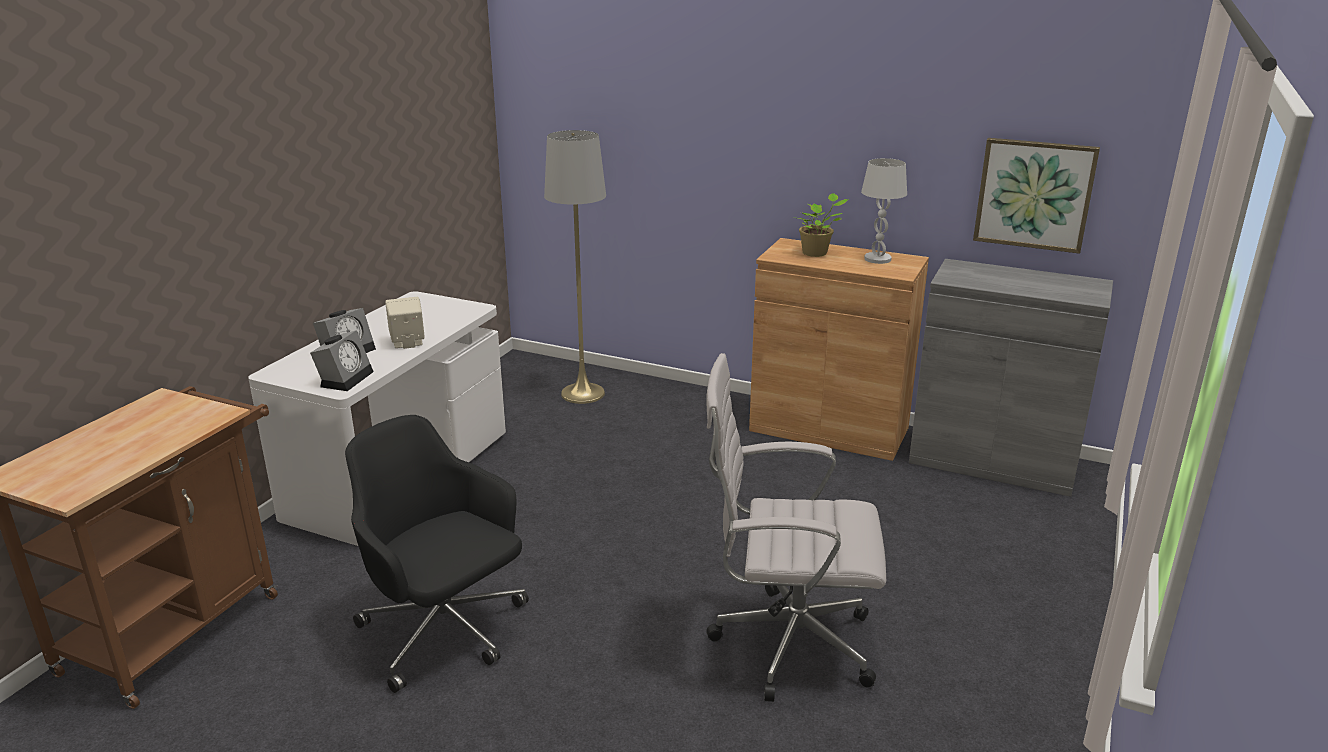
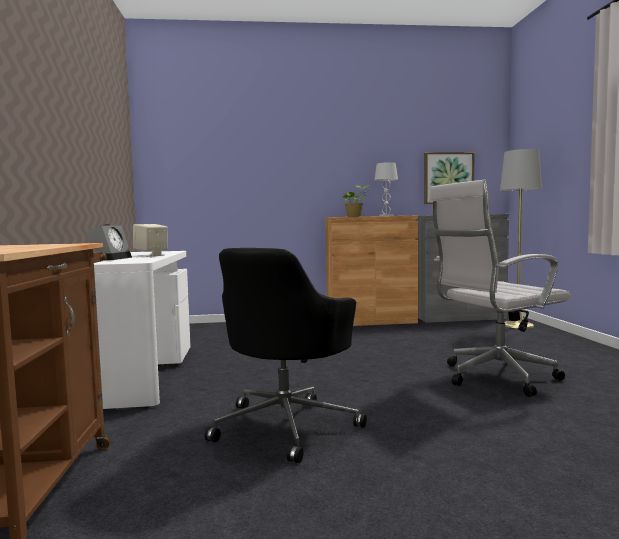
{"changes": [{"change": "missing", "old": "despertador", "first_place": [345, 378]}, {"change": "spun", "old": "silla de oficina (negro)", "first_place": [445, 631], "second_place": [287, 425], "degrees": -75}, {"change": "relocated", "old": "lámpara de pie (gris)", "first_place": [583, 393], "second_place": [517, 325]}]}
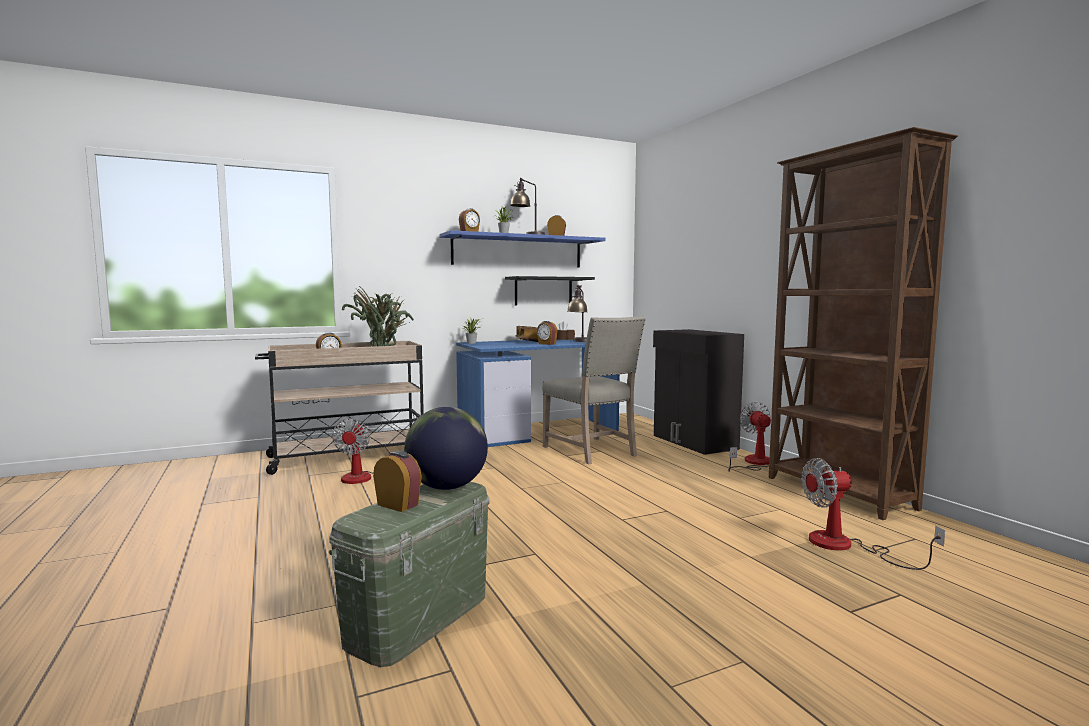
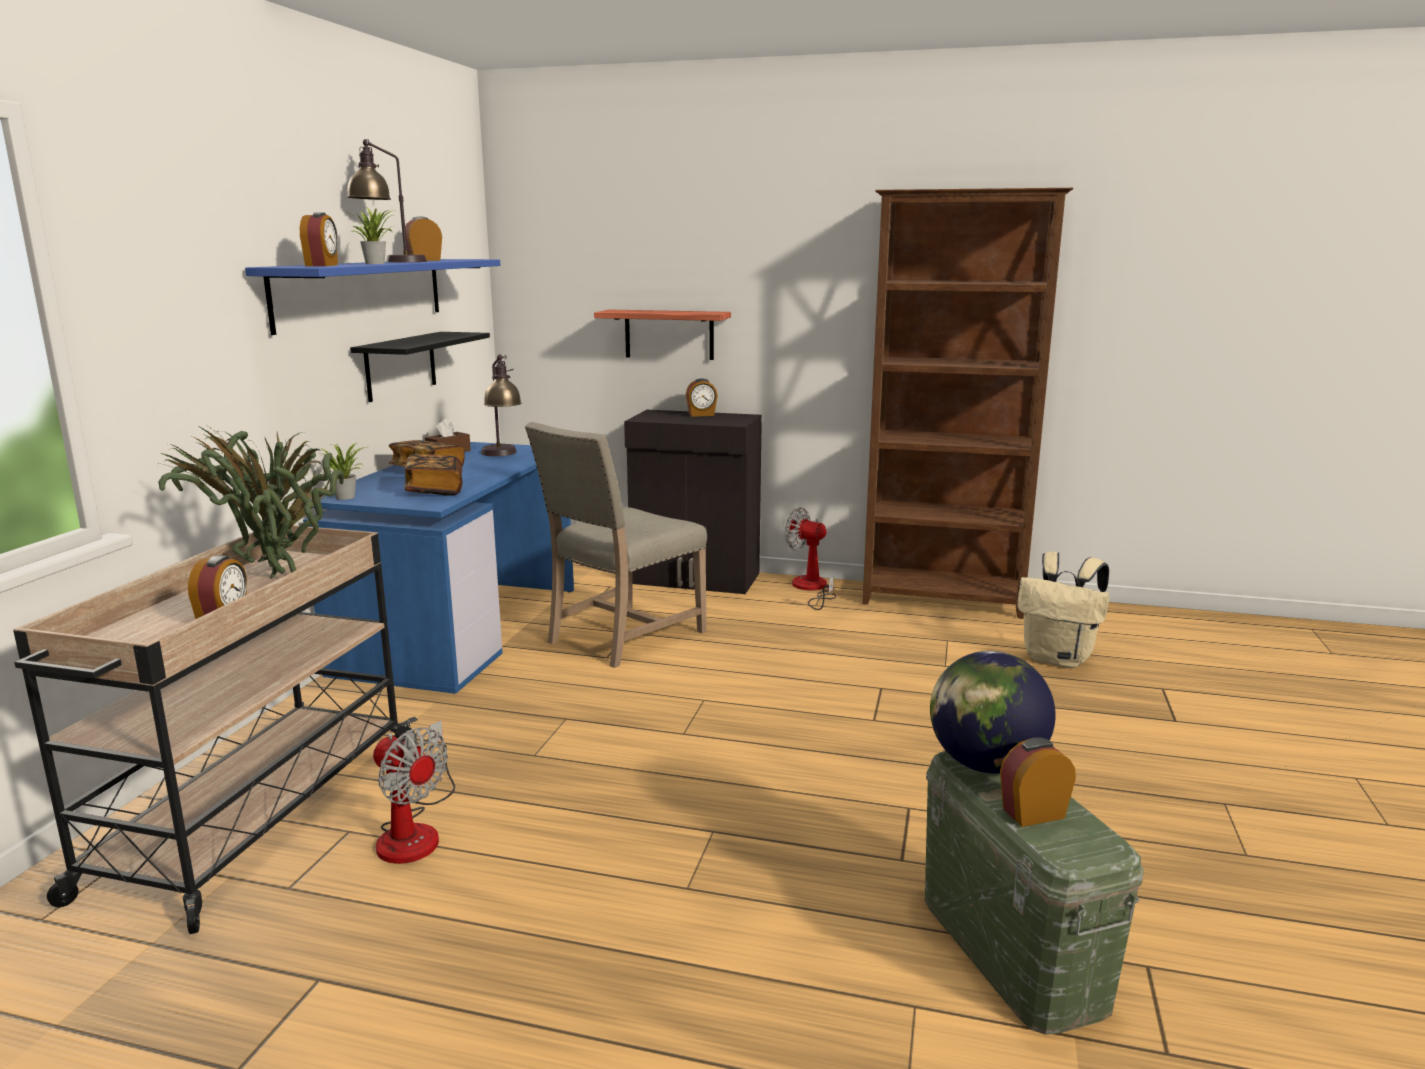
{"changes": [{"change": "relocated", "old": "despertador", "first_place": [546, 344], "second_place": [701, 415]}, {"change": "spun", "old": "silla (beis)", "first_place": [592, 451], "second_place": [621, 637], "degrees": 120}, {"change": "exchanged", "old": "ventilador", "new": "mochila (beis)", "first_place": [846, 546], "second_place": [1059, 659]}, {"change": "appeared", "new": "libro", "second_place": [435, 490]}, {"change": "appeared", "new": "estante", "second_place": [669, 334]}]}
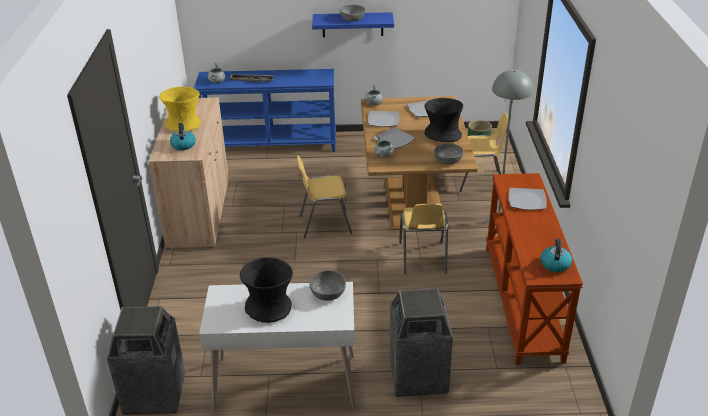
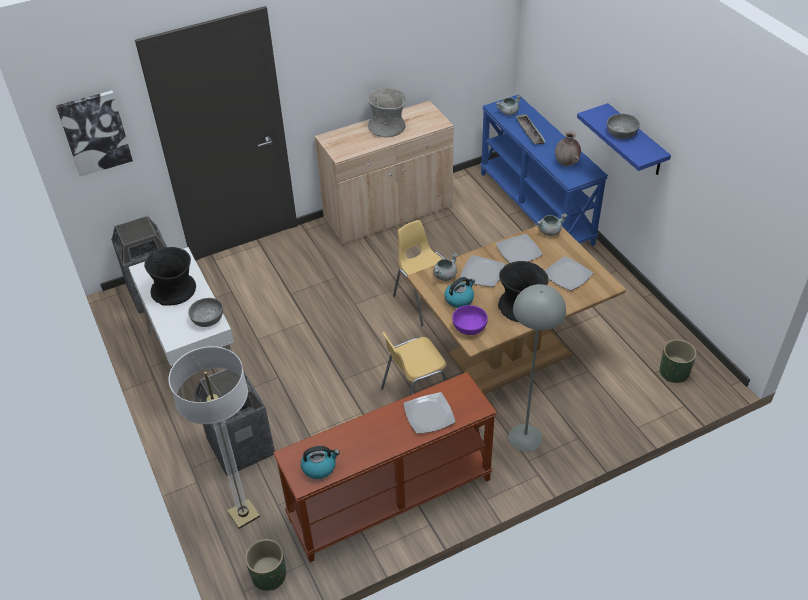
{"changes": [{"change": "colour", "old": "florero (amarillo)", "new": "florero (gris)", "first_place": [184, 124], "second_place": [388, 127]}, {"change": "relocated", "old": "hervidor", "first_place": [183, 145], "second_place": [459, 299]}, {"change": "colour", "old": "cuenco (gris)", "new": "cuenco (morado)", "first_place": [447, 160], "second_place": [469, 326]}, {"change": "missing", "old": "silla (amarillo)", "first_place": [479, 181]}, {"change": "appeared", "new": "cuadro", "second_place": [95, 133]}, {"change": "appeared", "new": "lámpara de pie", "second_place": [244, 514]}, {"change": "appeared", "new": "maceta (verde)", "second_place": [269, 575]}, {"change": "appeared", "new": "florero (marrón)", "second_place": [566, 164]}]}
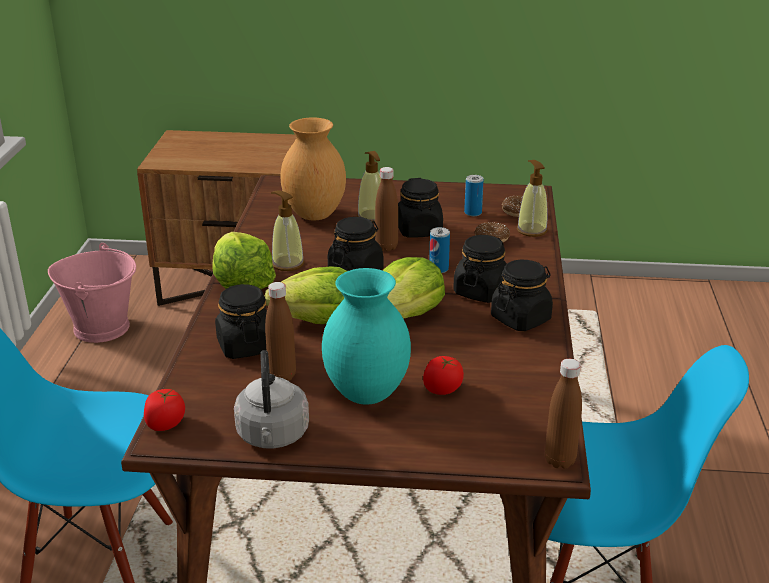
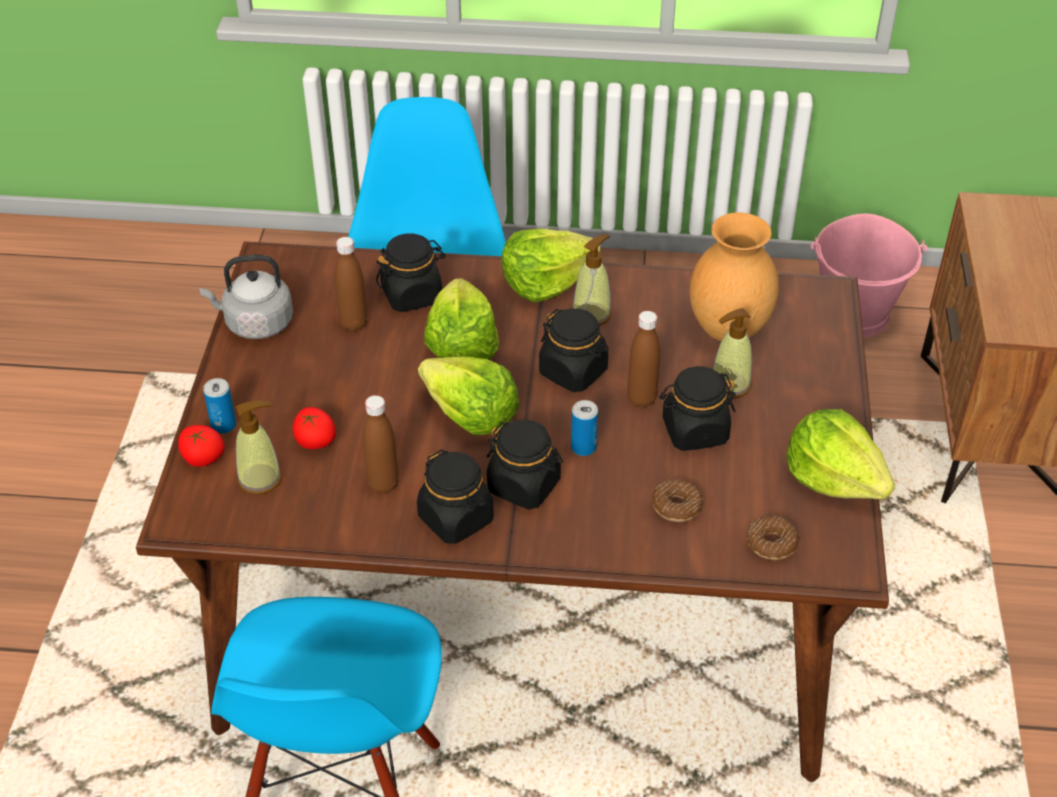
{"changes": [{"change": "relocated", "old": "tomate", "first_place": [165, 424], "second_place": [202, 458]}, {"change": "missing", "old": "florero (turquesa)", "first_place": [367, 395]}, {"change": "relocated", "old": "lata", "first_place": [473, 213], "second_place": [223, 425]}, {"change": "relocated", "old": "dispensador de jabón", "first_place": [531, 230], "second_place": [260, 479]}, {"change": "relocated", "old": "botella (marrón)", "first_place": [559, 460], "second_place": [383, 484]}, {"change": "appeared", "new": "lechuga", "second_place": [834, 477]}]}
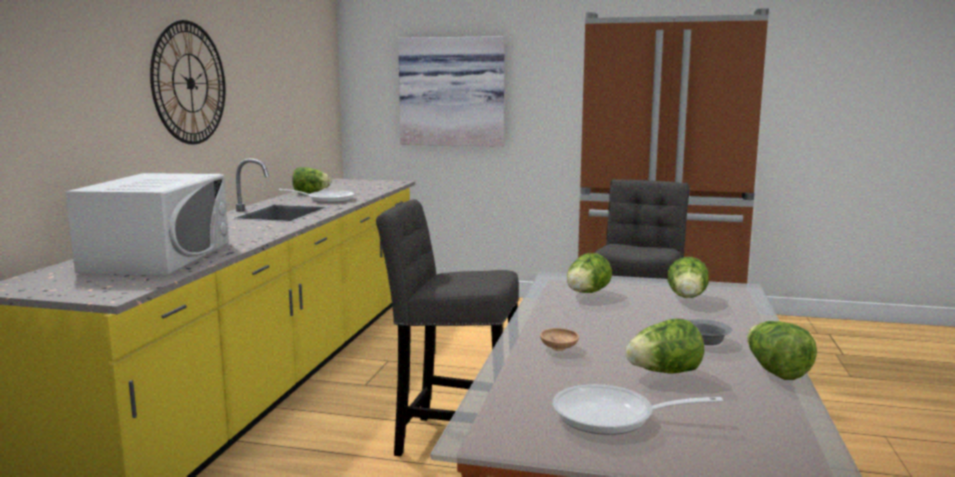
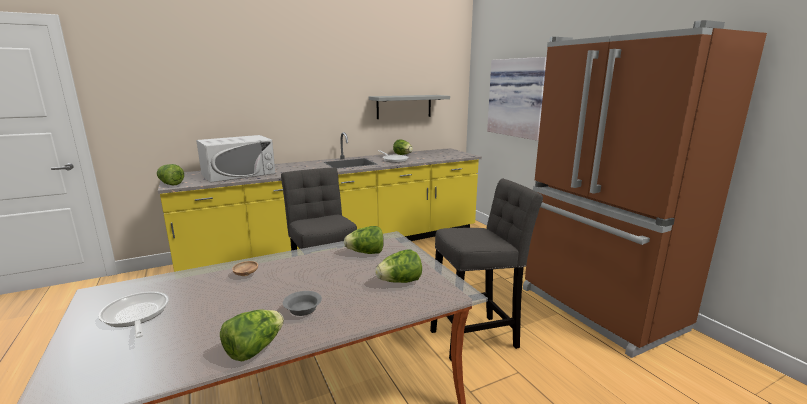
{"changes": [{"change": "missing", "old": "reloj de pared", "first_place": [190, 83]}, {"change": "relocated", "old": "lechuga", "first_place": [664, 372], "second_place": [170, 184]}, {"change": "appeared", "new": "estante (gris)", "second_place": [404, 106]}]}
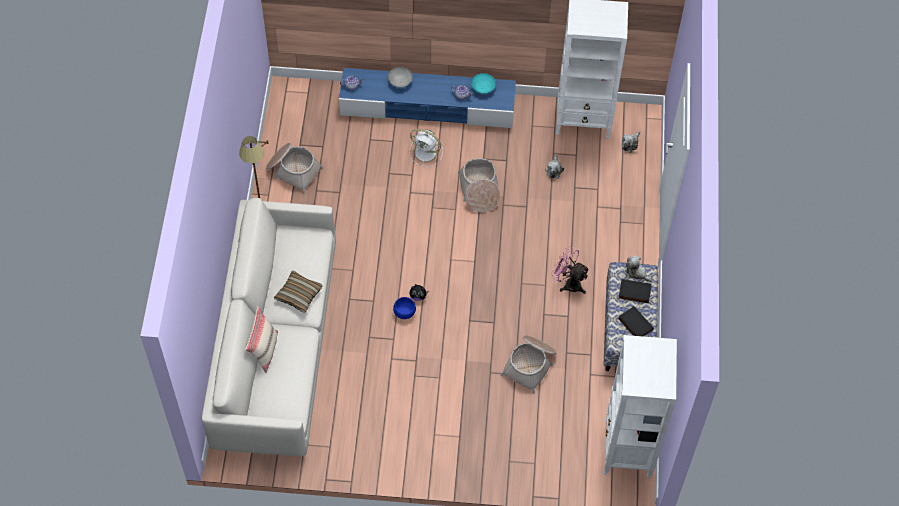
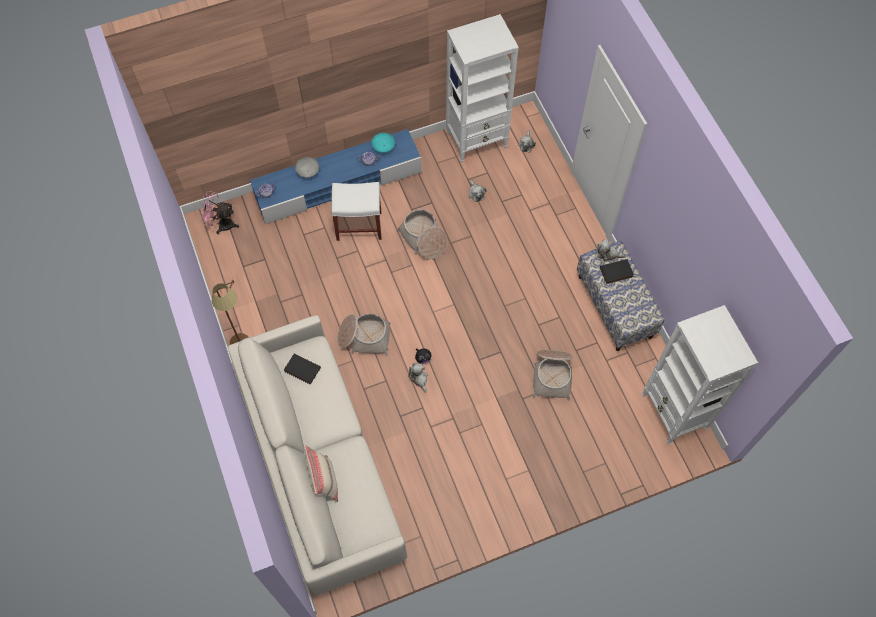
{"changes": [{"change": "relocated", "old": "cesta", "first_place": [293, 170], "second_place": [364, 337]}, {"change": "missing", "old": "cojín", "first_place": [299, 295]}, {"change": "exchanged", "old": "cuenco (azul)", "new": "peluche", "first_place": [404, 312], "second_place": [419, 378]}, {"change": "exchanged", "old": "ventilador (blanco)", "new": "taburete (blanco)", "first_place": [426, 153], "second_place": [360, 225]}, {"change": "relocated", "old": "ventilador (rosa)", "first_place": [569, 283], "second_place": [222, 224]}, {"change": "relocated", "old": "libro (negro)", "first_place": [634, 324], "second_place": [301, 370]}]}
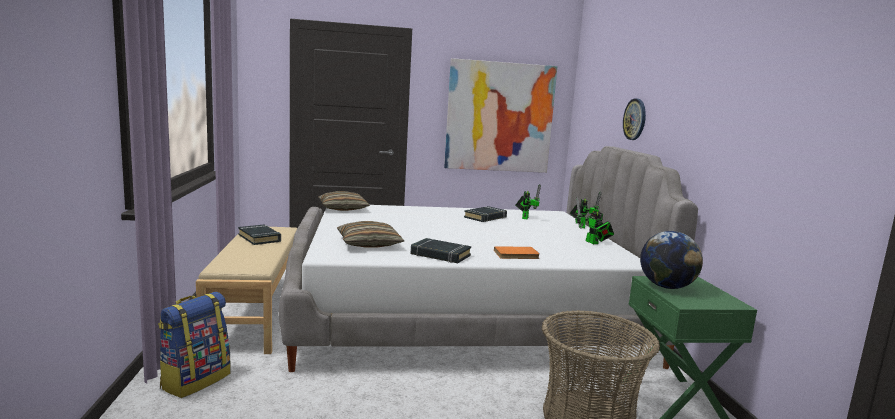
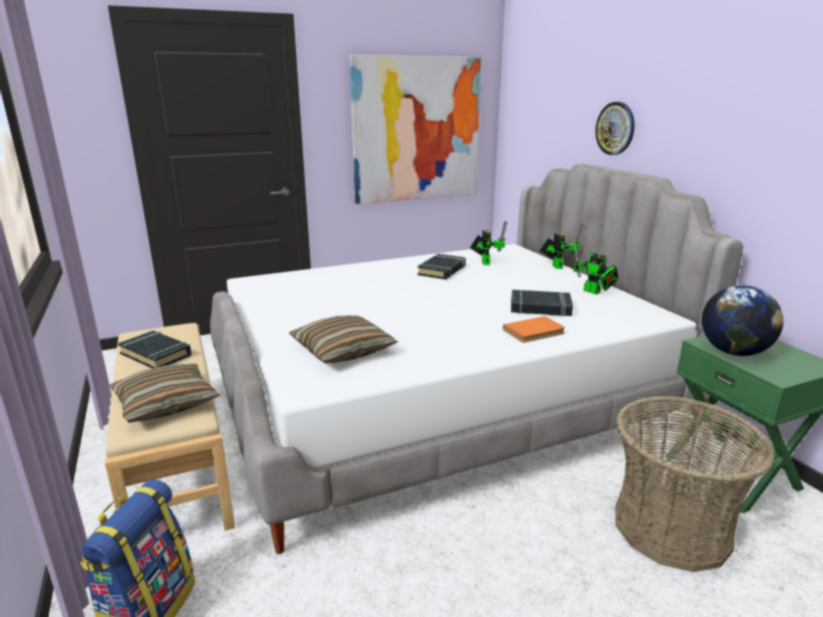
{"changes": [{"change": "relocated", "old": "cojín", "first_place": [343, 208], "second_place": [166, 403]}, {"change": "relocated", "old": "libro (negro)", "first_place": [440, 255], "second_place": [540, 308]}]}
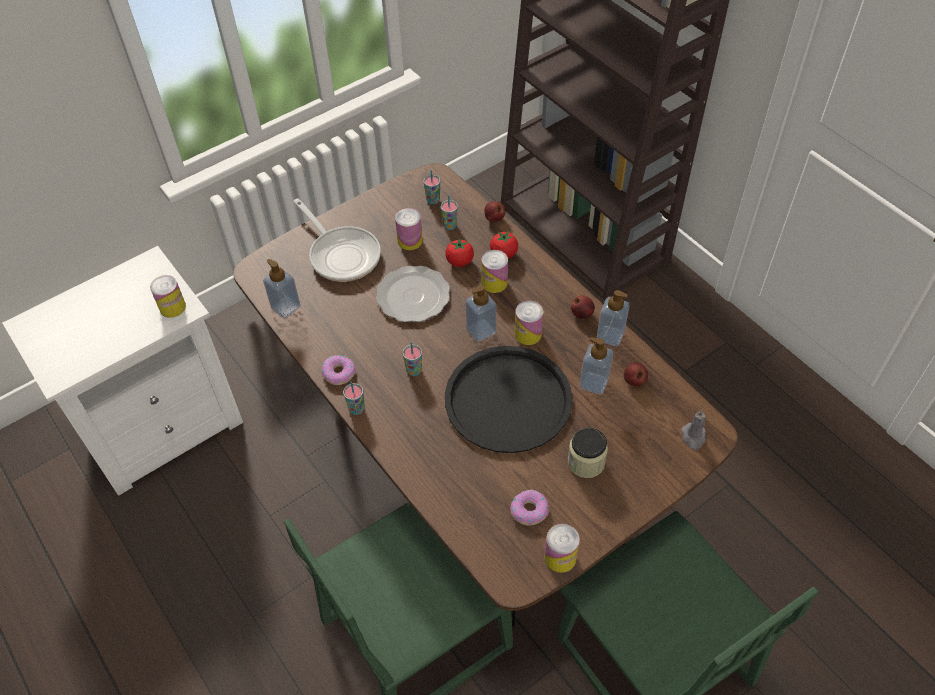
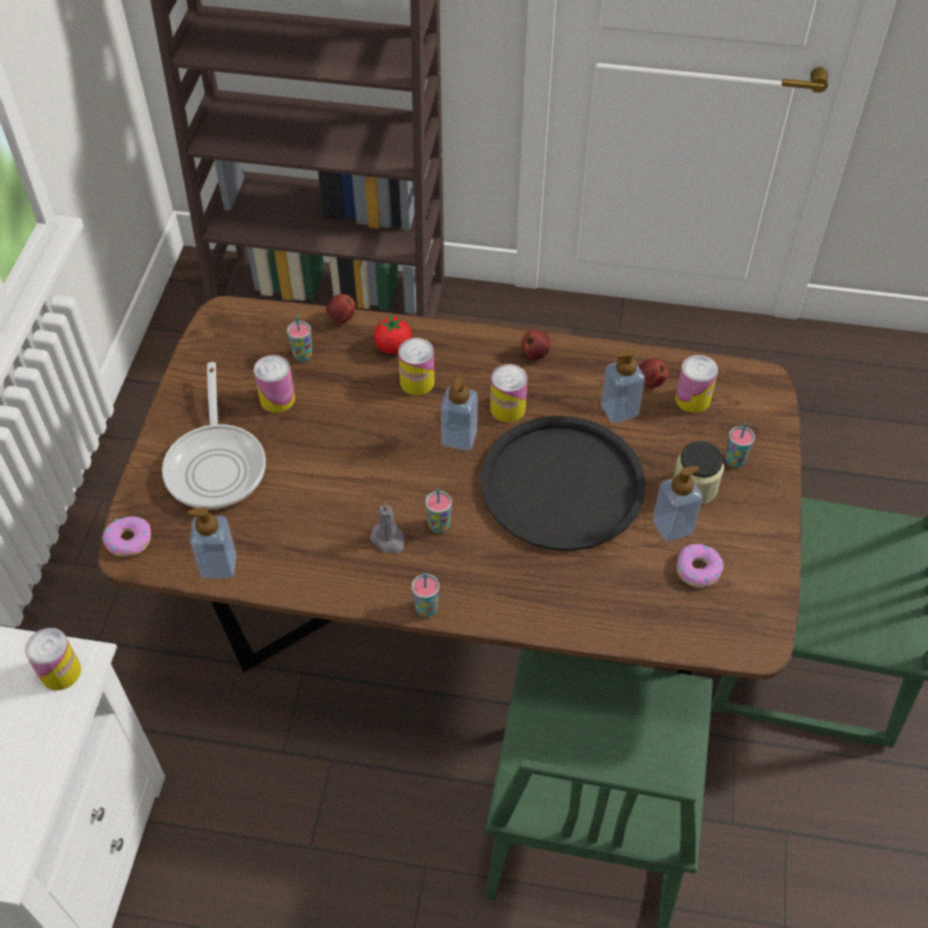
{"changes": [{"change": "spun", "old": "sartén", "first_place": [342, 254], "second_place": [217, 464], "degrees": 75}, {"change": "relocated", "old": "rosquilla", "first_place": [339, 373], "second_place": [129, 540]}, {"change": "missing", "old": "plato", "first_place": [412, 297]}, {"change": "relocated", "old": "taza", "first_place": [433, 200], "second_place": [734, 461]}, {"change": "missing", "old": "tomate", "first_place": [459, 262]}, {"change": "relocated", "old": "lata", "first_place": [560, 557], "second_place": [692, 399]}, {"change": "relocated", "old": "dispensador de jabón", "first_place": [610, 336], "second_place": [672, 526]}, {"change": "relocated", "old": "vela (gris)", "first_place": [693, 437], "second_place": [389, 539]}]}
